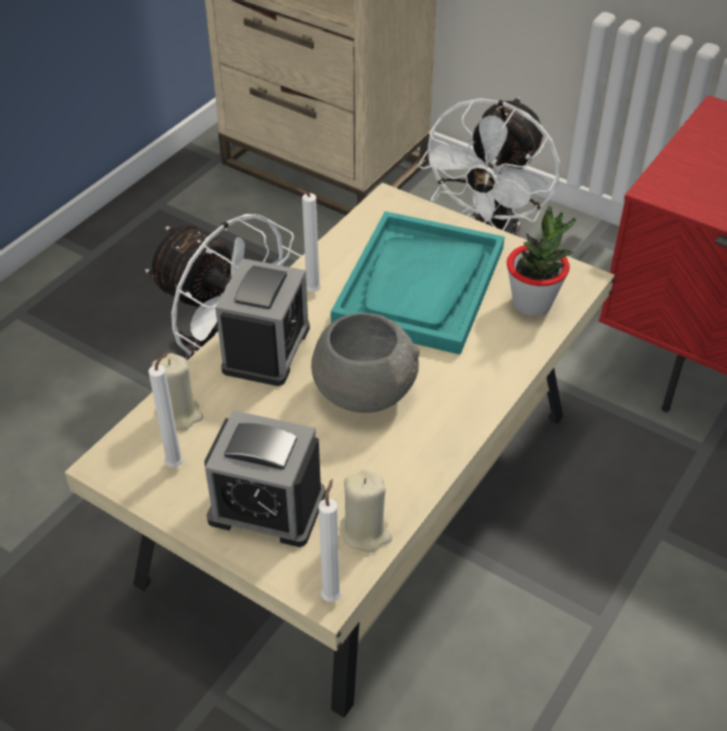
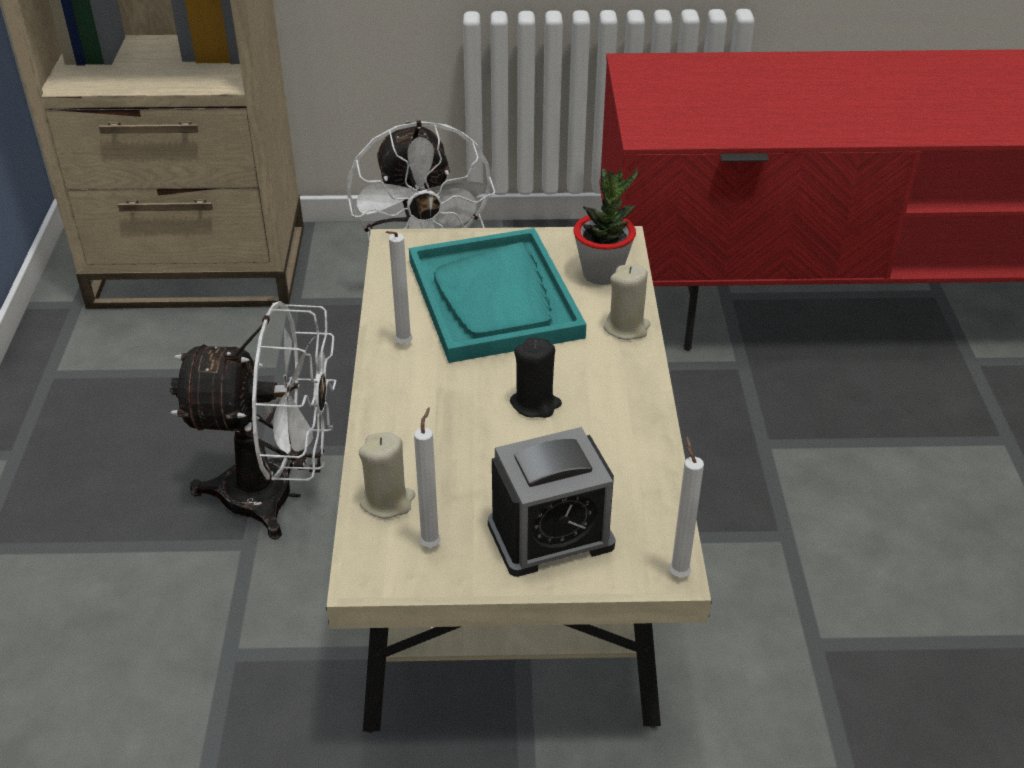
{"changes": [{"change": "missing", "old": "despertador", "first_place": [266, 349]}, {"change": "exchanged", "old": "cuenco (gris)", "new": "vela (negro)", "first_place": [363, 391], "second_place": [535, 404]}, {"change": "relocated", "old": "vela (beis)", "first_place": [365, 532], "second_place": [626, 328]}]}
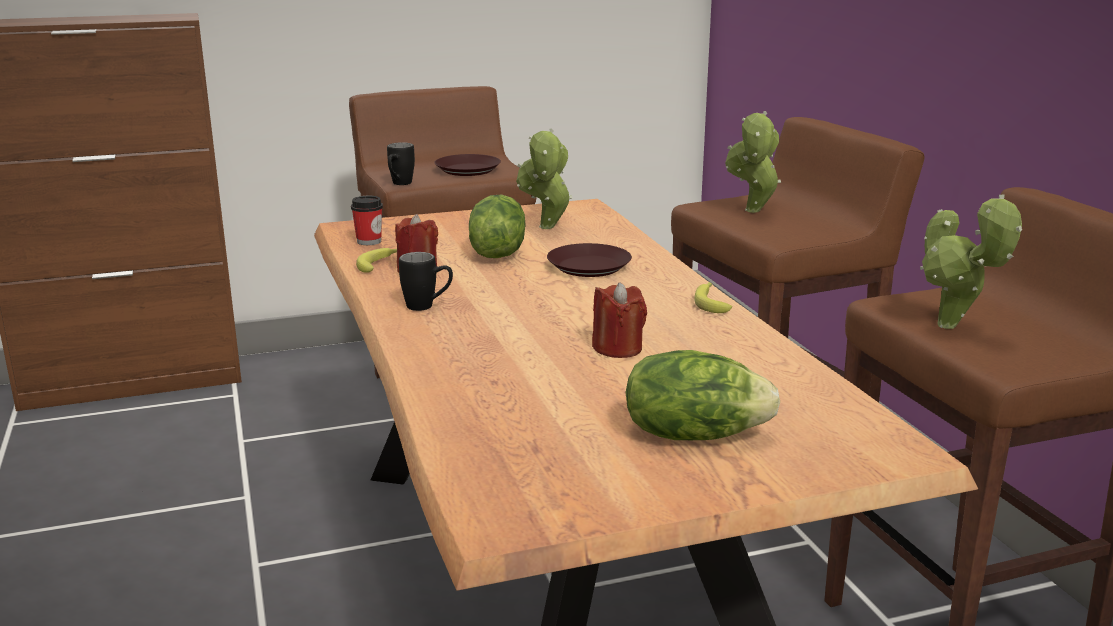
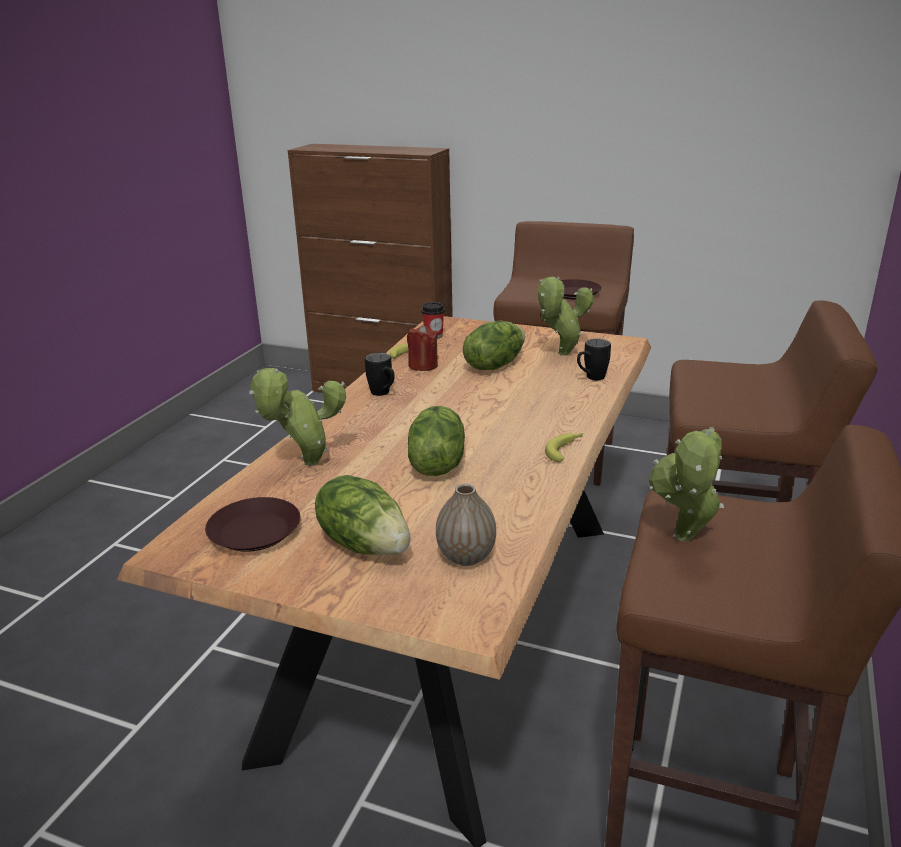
{"changes": [{"change": "relocated", "old": "taza grande (negro)", "first_place": [399, 184], "second_place": [591, 378]}, {"change": "relocated", "old": "plato (marrón)", "first_place": [588, 267], "second_place": [254, 531]}, {"change": "exchanged", "old": "vela (rojo)", "new": "lechuga", "first_place": [617, 348], "second_place": [436, 463]}, {"change": "relocated", "old": "planta en maceta", "first_place": [752, 212], "second_place": [306, 464]}, {"change": "appeared", "new": "florero", "second_place": [466, 557]}]}
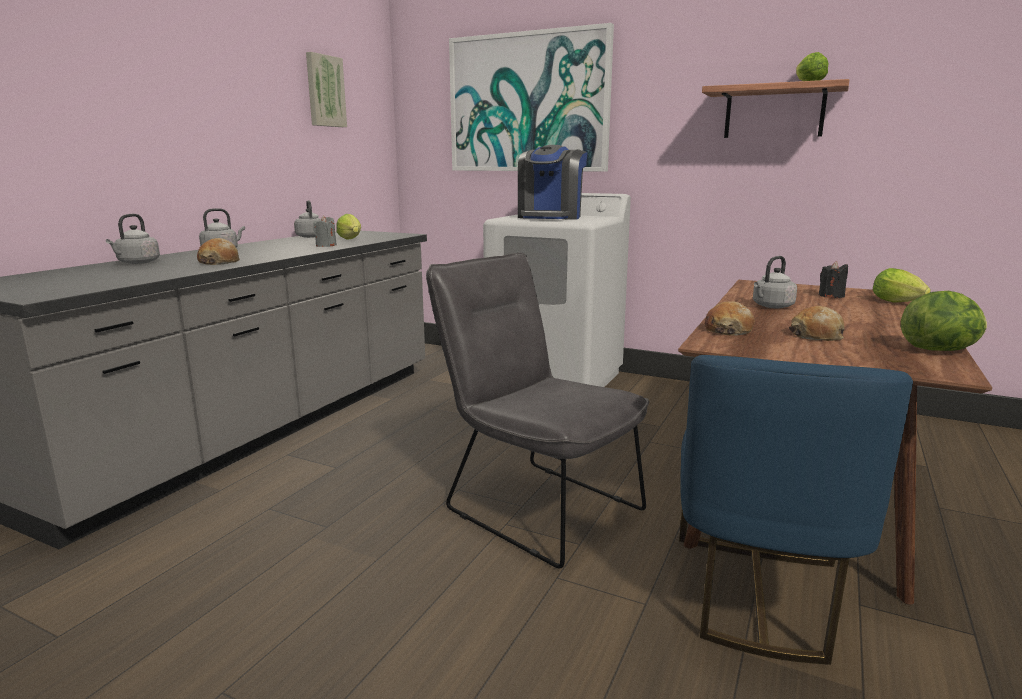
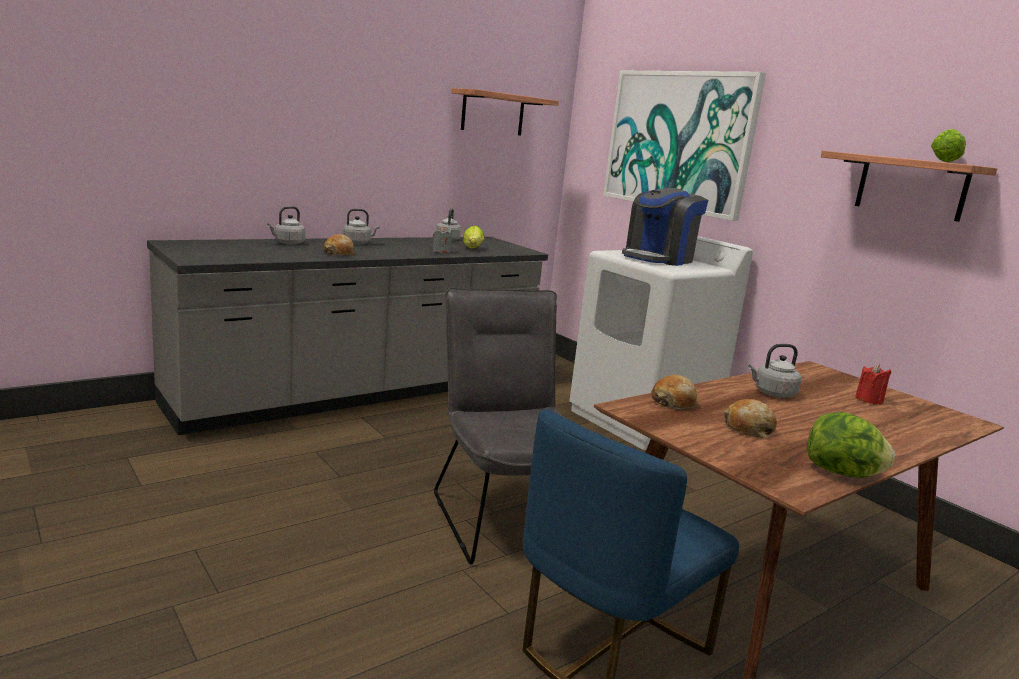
{"changes": [{"change": "exchanged", "old": "cuadro", "new": "estante", "first_place": [324, 91], "second_place": [493, 113]}, {"change": "colour", "old": "vela (negro)", "new": "vela (rojo)", "first_place": [831, 296], "second_place": [869, 400]}, {"change": "missing", "old": "lechuga", "first_place": [899, 303]}]}
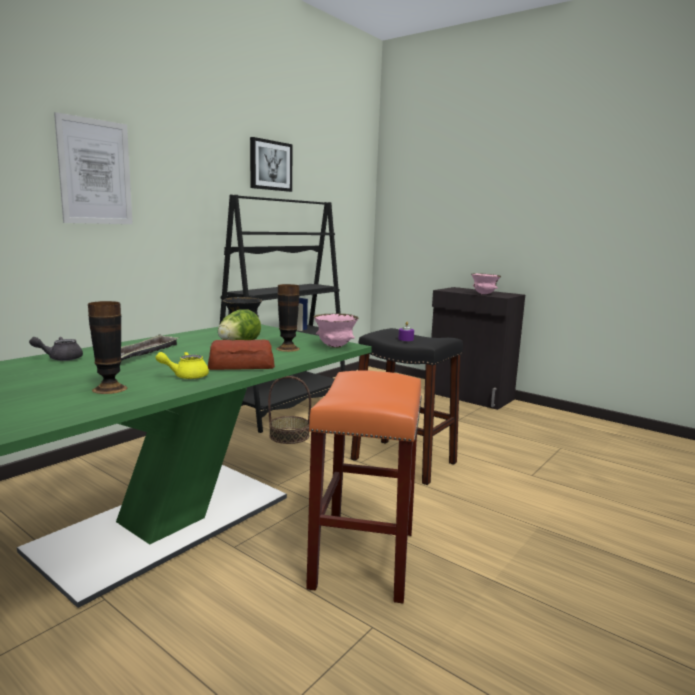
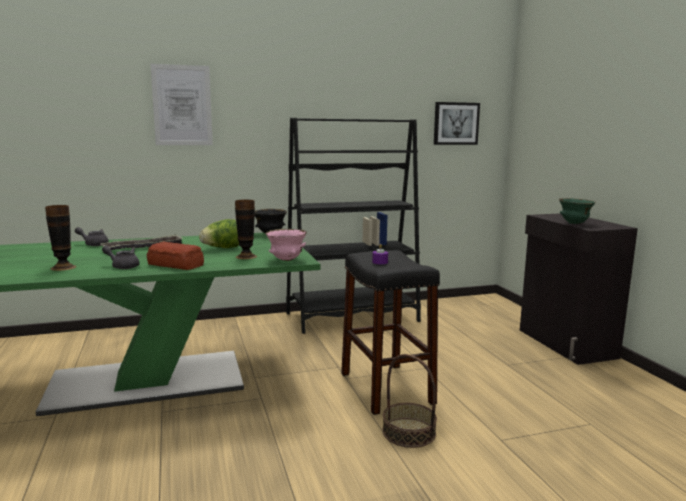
{"changes": [{"change": "colour", "old": "tetera (amarillo)", "new": "tetera (gris)", "first_place": [186, 376], "second_place": [123, 266]}, {"change": "relocated", "old": "cuadro", "first_place": [270, 165], "second_place": [456, 123]}, {"change": "relocated", "old": "cesta", "first_place": [289, 436], "second_place": [409, 432]}, {"change": "missing", "old": "taburete (naranja)", "first_place": [363, 557]}, {"change": "colour", "old": "cuenco (rosa)", "new": "cuenco (verde)", "first_place": [484, 294], "second_place": [574, 224]}]}
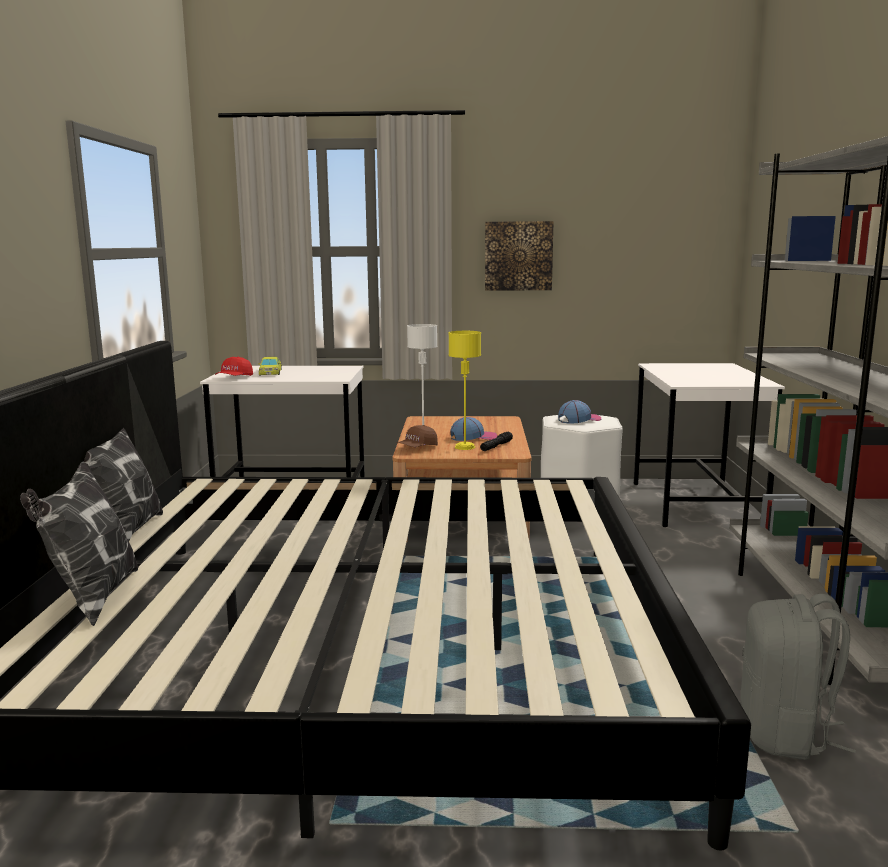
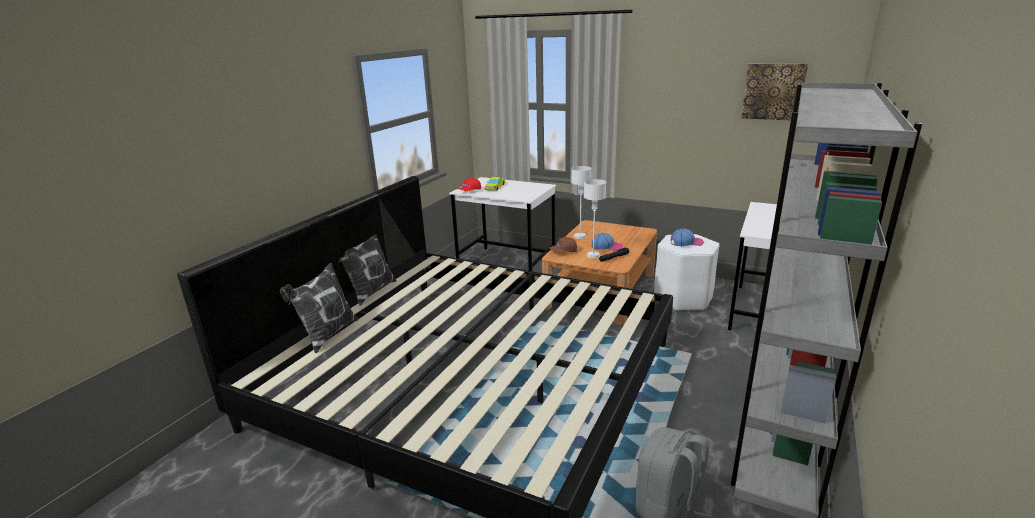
{"changes": [{"change": "colour", "old": "lámpara de mesa (amarillo)", "new": "lámpara de mesa (blanco)", "first_place": [465, 447], "second_place": [593, 255]}, {"change": "relocated", "old": "cuadro", "first_place": [518, 256], "second_place": [773, 91]}]}
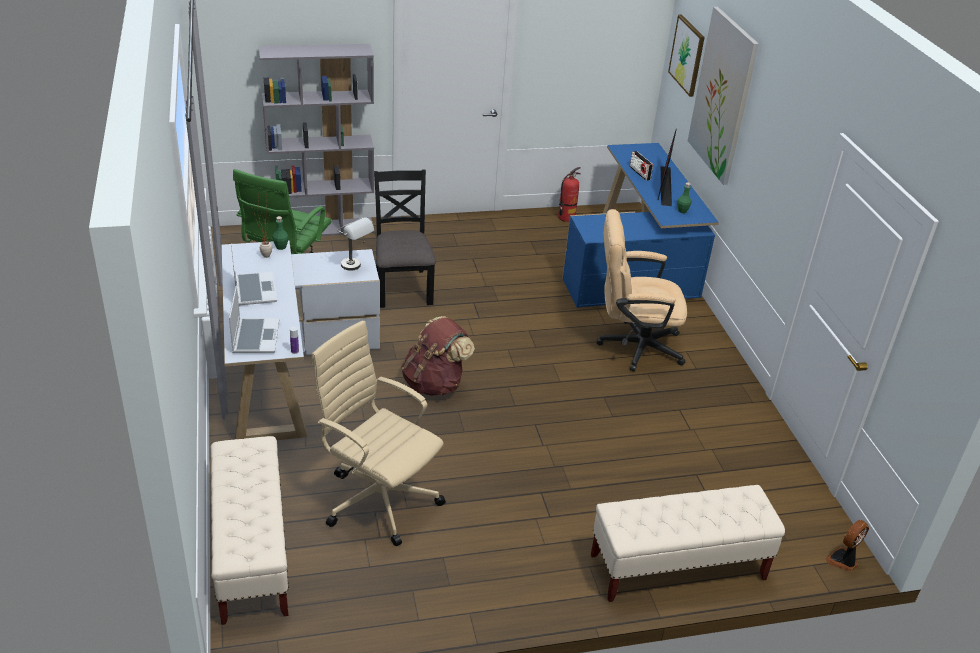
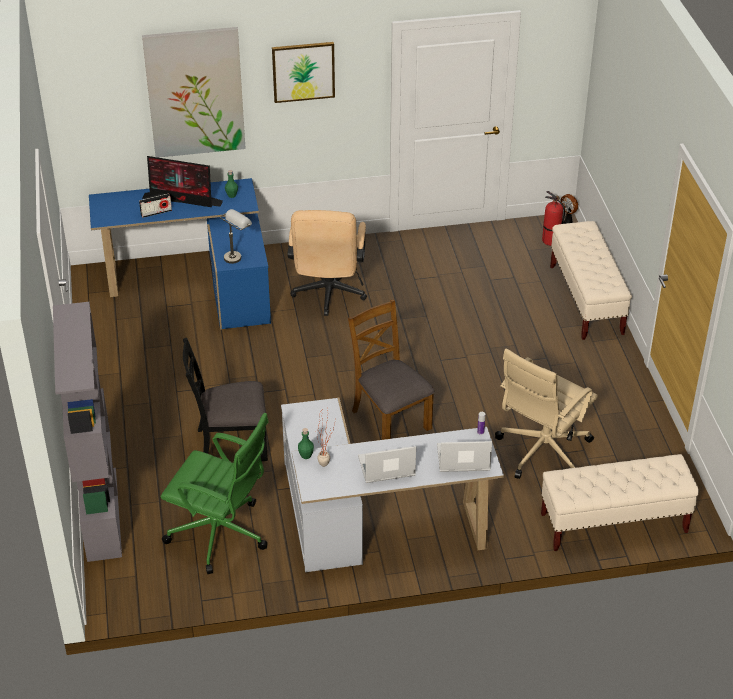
{"changes": [{"change": "relocated", "old": "lámpara de mesa (gris)", "first_place": [356, 267], "second_place": [236, 255]}, {"change": "exchanged", "old": "mochila (marrón)", "new": "silla (marrón)", "first_place": [435, 383], "second_place": [390, 419]}, {"change": "relocated", "old": "extintor", "first_place": [566, 217], "second_place": [550, 241]}, {"change": "relocated", "old": "cuadro", "first_place": [687, 55], "second_place": [303, 71]}]}
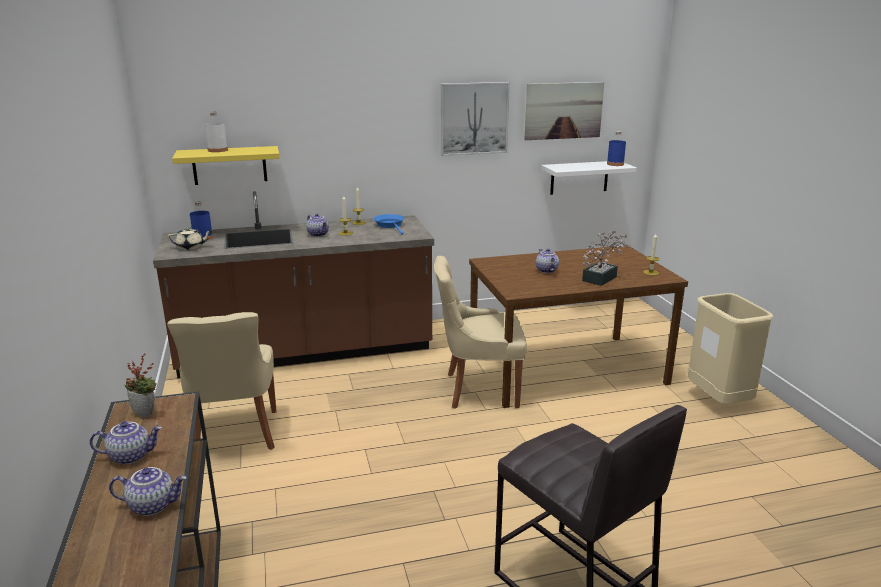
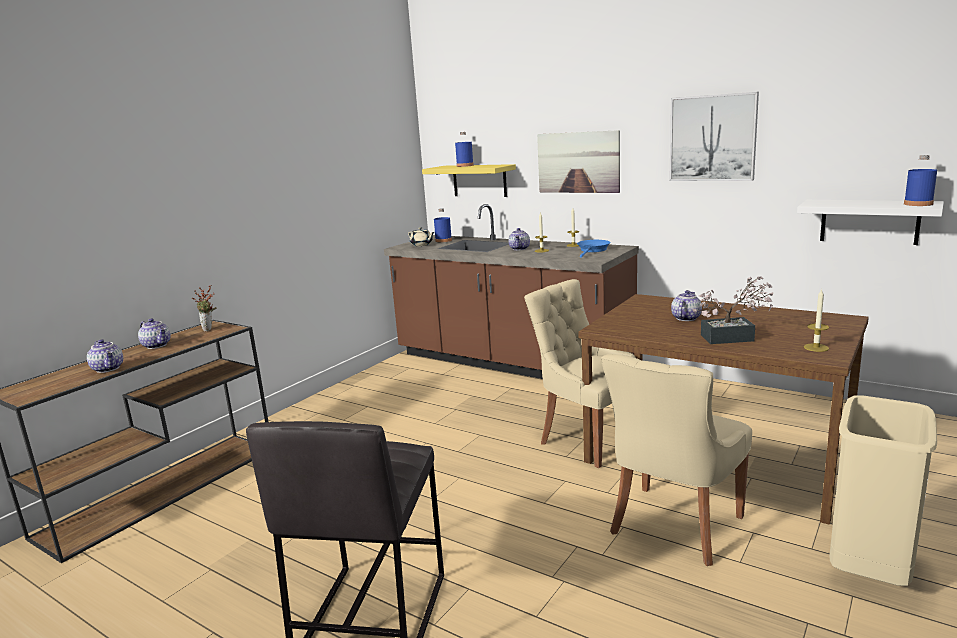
{"changes": [{"change": "relocated", "old": "silla (beis)", "first_place": [234, 436], "second_place": [673, 527]}, {"change": "colour", "old": "botella (blanco)", "new": "botella (azul)", "first_place": [217, 150], "second_place": [465, 166]}, {"change": "relocated", "old": "cuadro", "first_place": [563, 110], "second_place": [578, 162]}]}
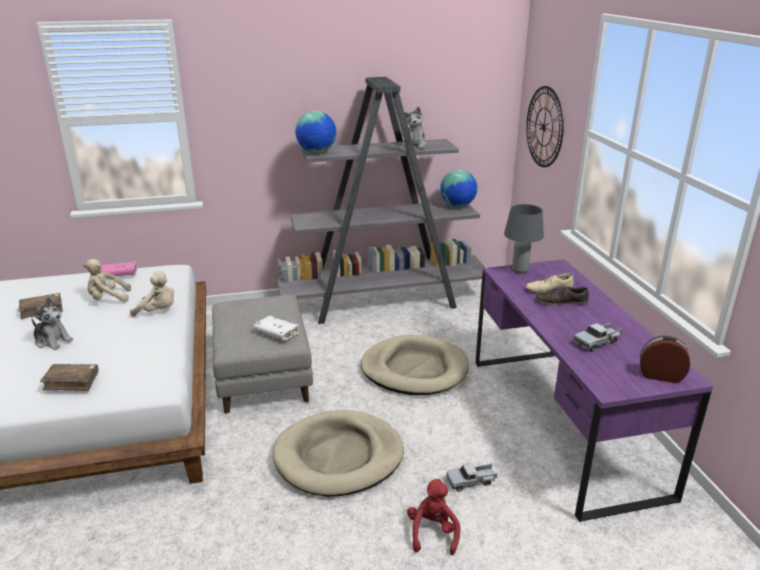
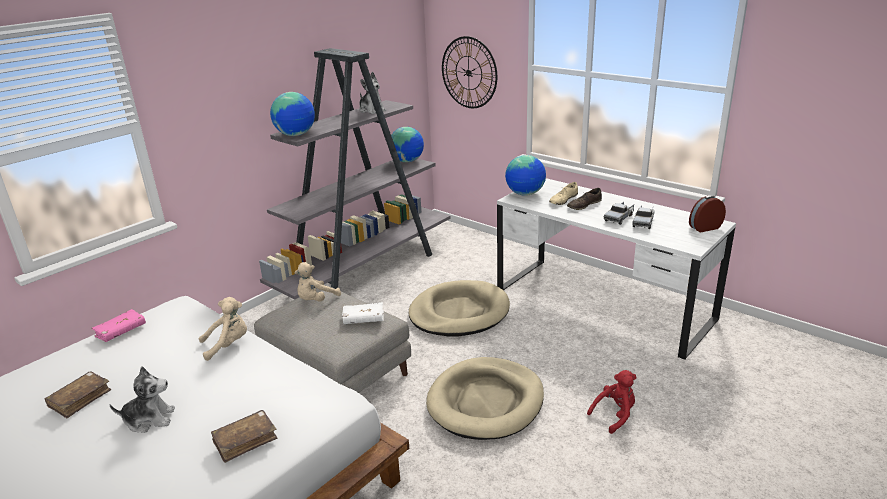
{"changes": [{"change": "relocated", "old": "peluche (beis)", "first_place": [108, 299], "second_place": [316, 300]}, {"change": "spun", "old": "peluche (rojo)", "first_place": [433, 533], "second_place": [615, 415], "degrees": 90}, {"change": "relocated", "old": "camión de juguete", "first_place": [471, 481], "second_place": [619, 217]}, {"change": "colour", "old": "escritorio (morado)", "new": "escritorio (blanco)", "first_place": [562, 422], "second_place": [602, 304]}, {"change": "exchanged", "old": "lámpara de mesa (gris)", "new": "globo terráqueo", "first_place": [519, 270], "second_place": [525, 194]}]}
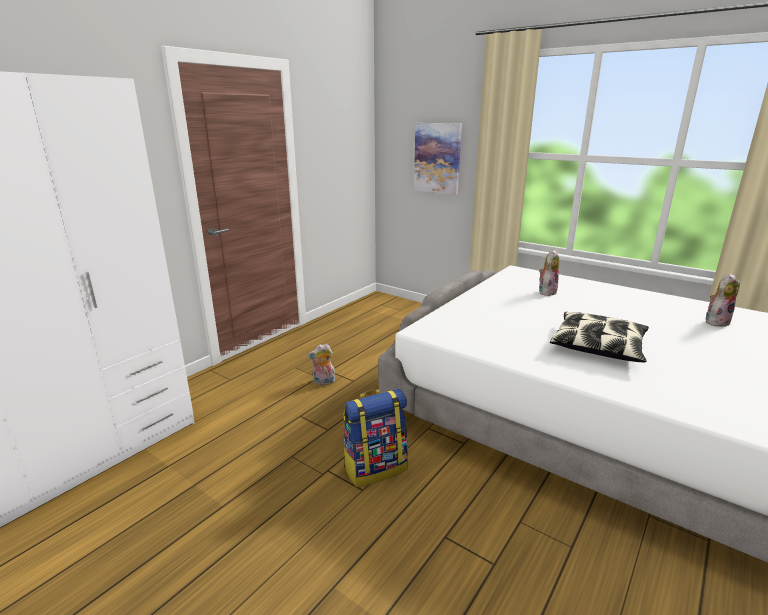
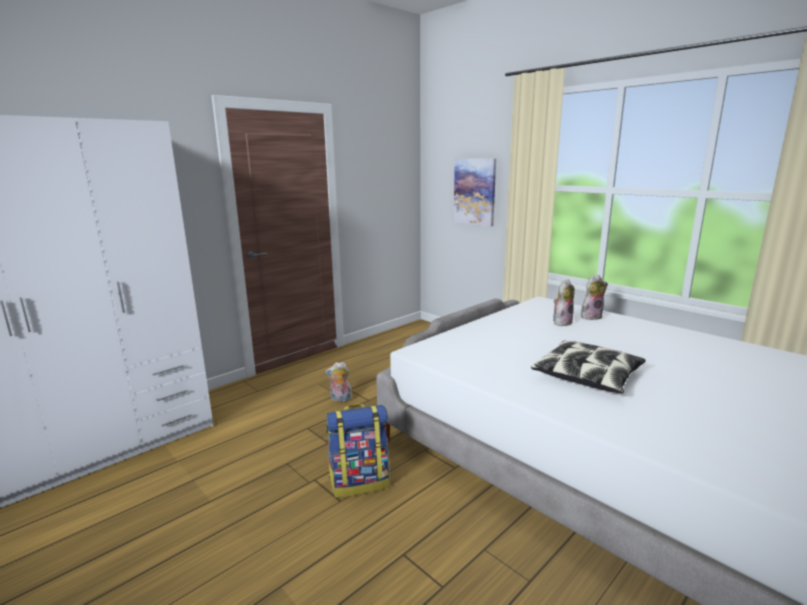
{"changes": [{"change": "relocated", "old": "peluche", "first_place": [716, 321], "second_place": [591, 316]}]}
